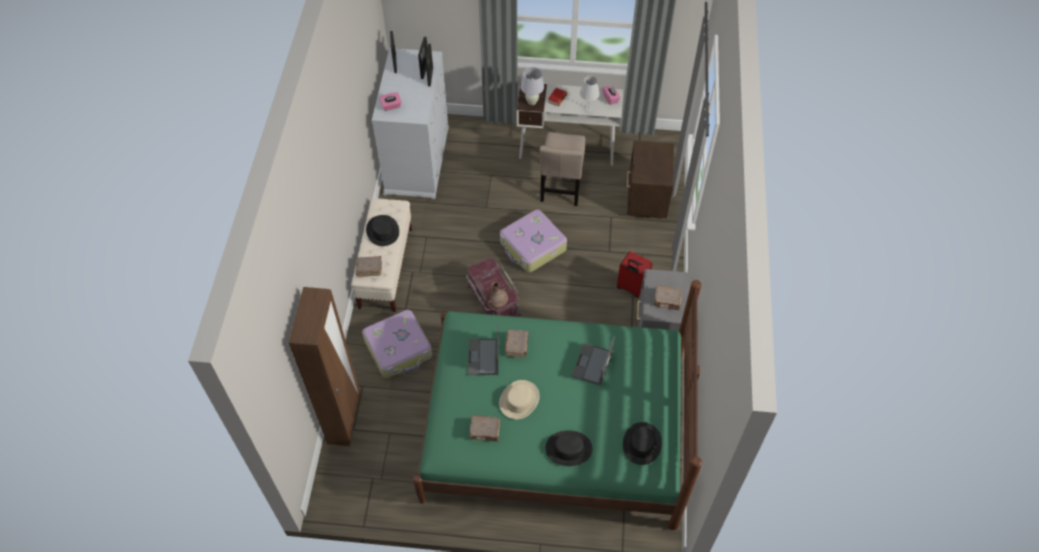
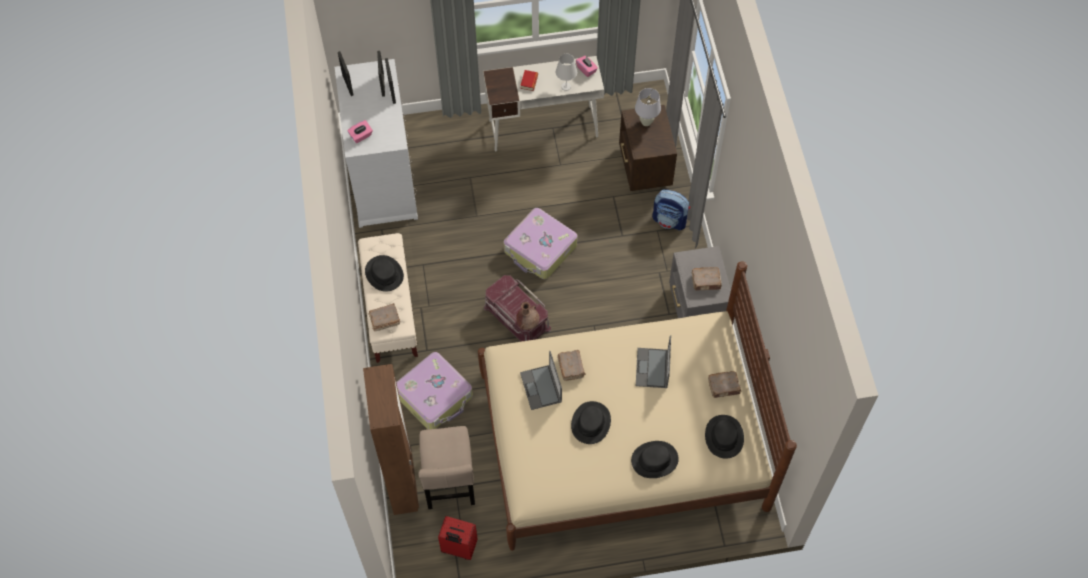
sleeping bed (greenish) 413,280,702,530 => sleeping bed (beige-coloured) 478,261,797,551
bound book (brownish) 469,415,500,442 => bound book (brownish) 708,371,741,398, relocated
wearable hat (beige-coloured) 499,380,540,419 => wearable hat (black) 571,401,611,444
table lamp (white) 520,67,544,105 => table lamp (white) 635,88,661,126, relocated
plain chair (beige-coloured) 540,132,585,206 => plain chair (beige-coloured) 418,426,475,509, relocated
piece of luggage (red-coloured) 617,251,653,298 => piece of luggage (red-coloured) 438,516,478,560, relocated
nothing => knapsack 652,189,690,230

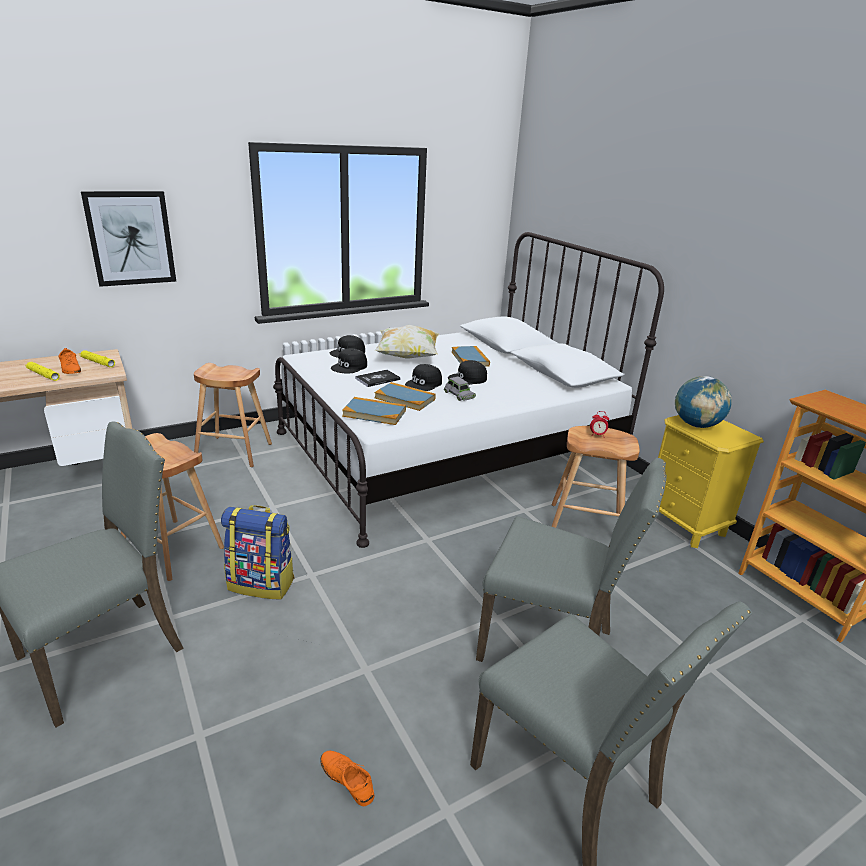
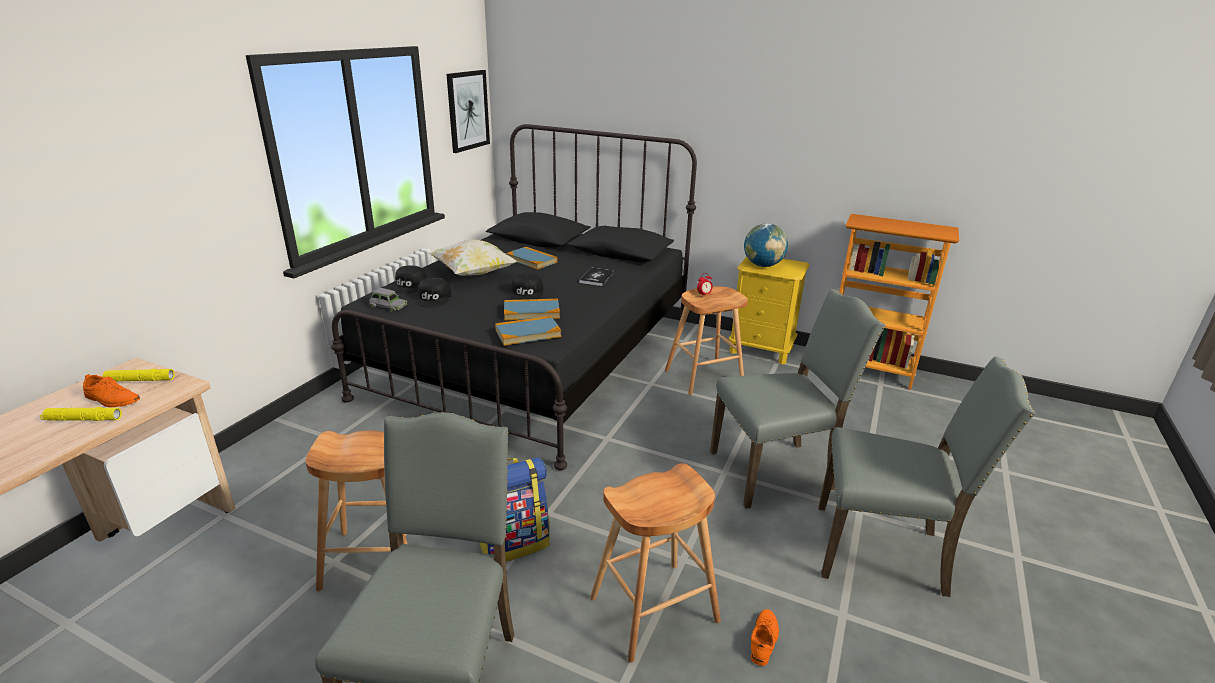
wall art 81,191,176,287 => wall art 446,70,490,153, relocated
stool (brownish) 194,363,272,467 => stool (brownish) 590,463,721,663, relocated
sleeping bed (white) 273,232,664,548 => sleeping bed (black) 331,124,697,470
shoe (orangey) 320,751,374,806 => shoe (orangey) 751,609,779,666, 105 degrees clockwise
bound book 355,370,400,387 => bound book 579,268,614,286, relocated
miniature car (greyish) 444,377,476,401 => miniature car (greyish) 369,288,407,312, relocated
peaked cap (black) 448,360,487,385 => nothing

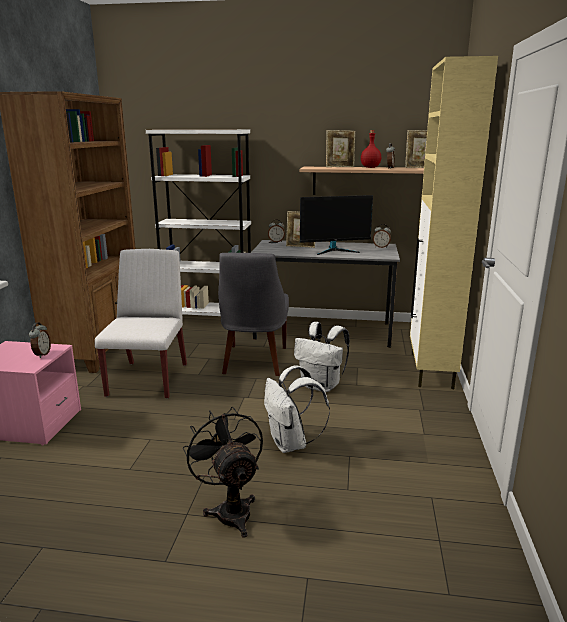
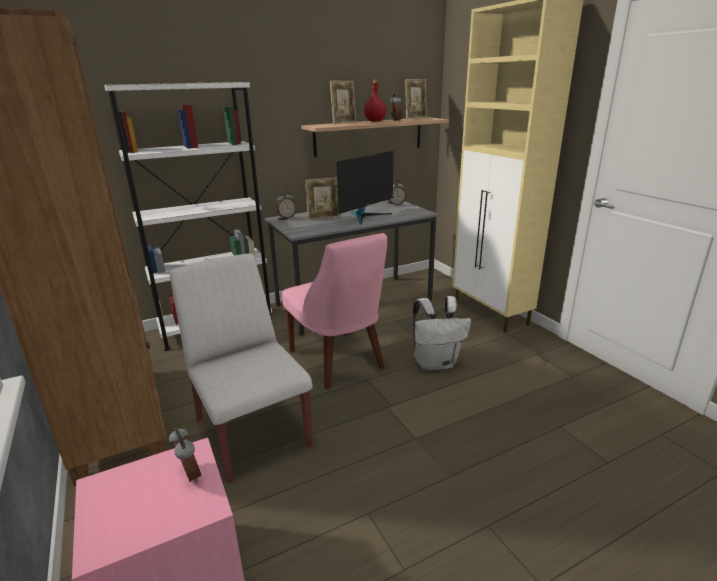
electric fan (black) 183,407,263,538 => nothing
plain chair (greyish) 218,253,289,376 => plain chair (pink-coloured) 282,233,387,389
knapsack (white) 264,365,330,453 => nothing

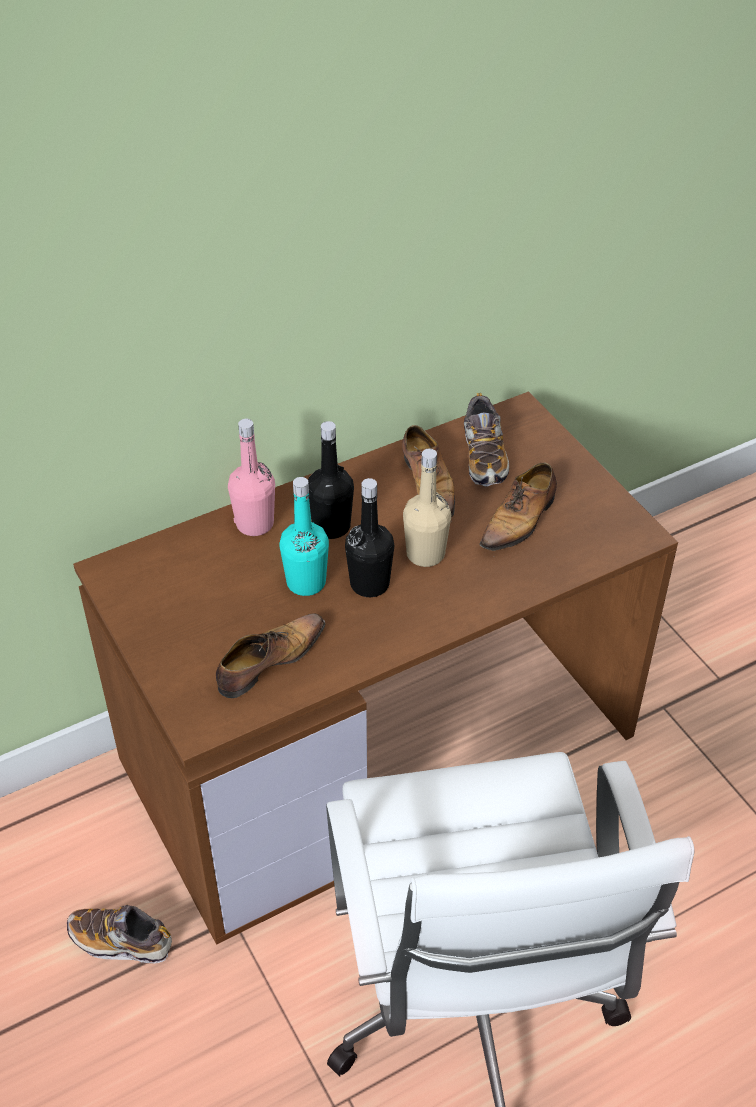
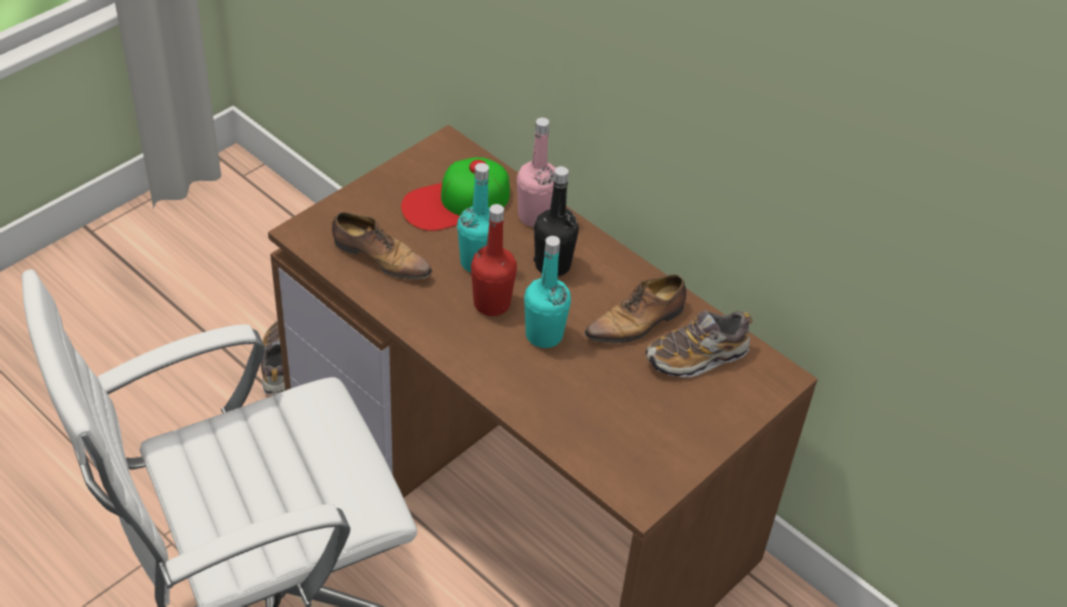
drink bottle (black) 345,478,394,597 => drink bottle (red-coloured) 471,204,517,316
drink bottle (beige-coloured) 403,449,451,567 => drink bottle (turquoise) 524,236,571,348
shoe 480,463,557,551 => nothing
nothing => peaked cap 401,157,510,231

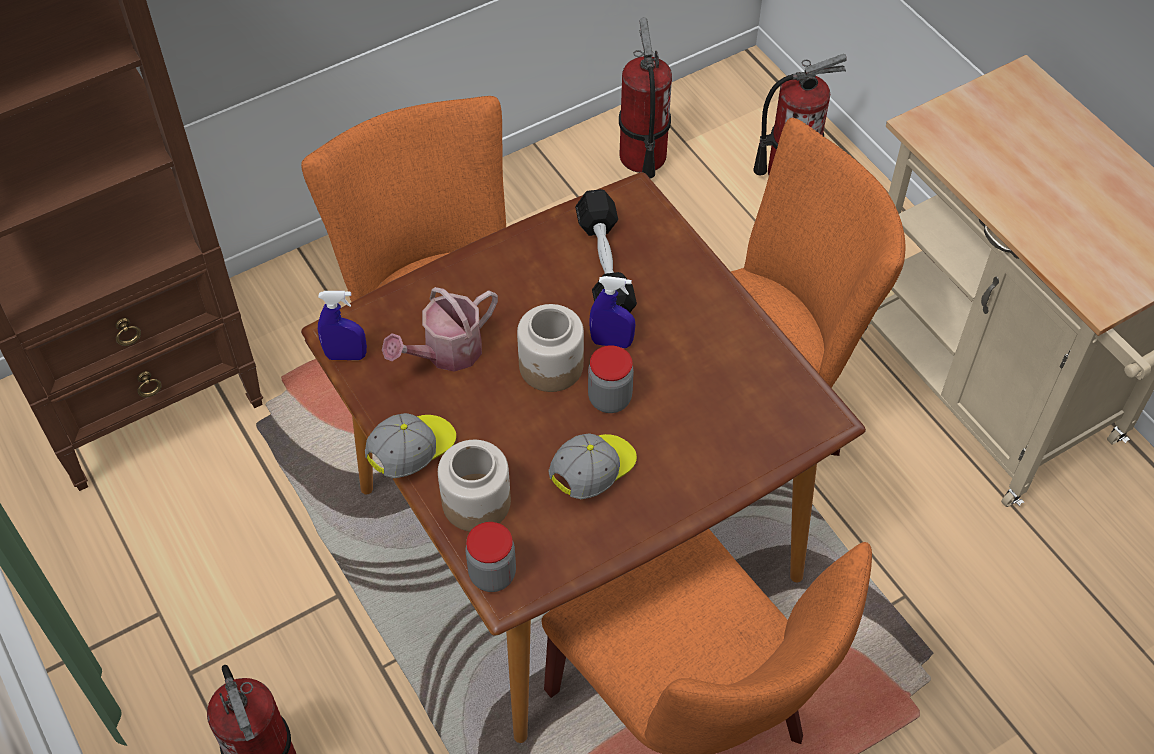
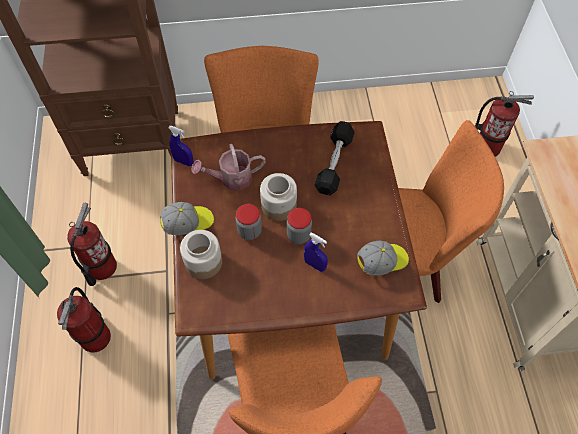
jar 466,522,516,592 => jar 235,204,262,240, relocated
peaked cap 548,433,637,499 => peaked cap 357,241,409,276, relocated
spray bottle (bluish) 589,276,635,348 => spray bottle (bluish) 304,233,328,272, relocated
fire-fighting cylinder 619,17,672,179 => fire-fighting cylinder 67,203,117,286, relocated

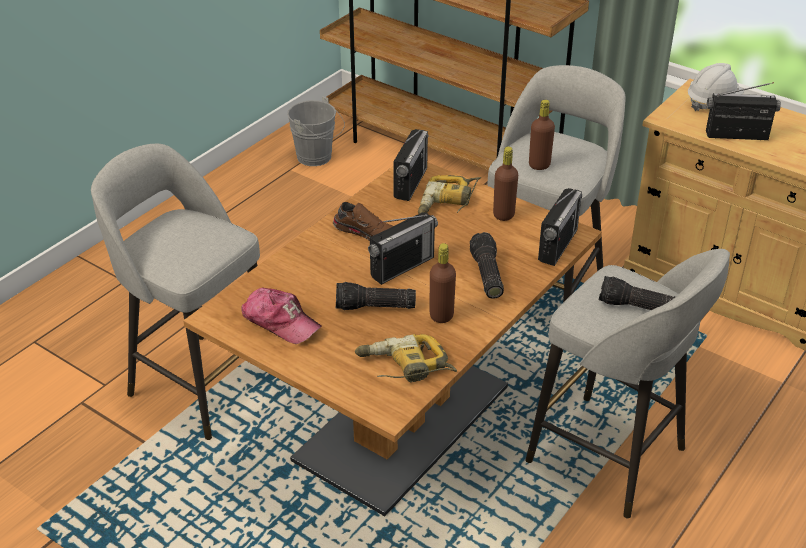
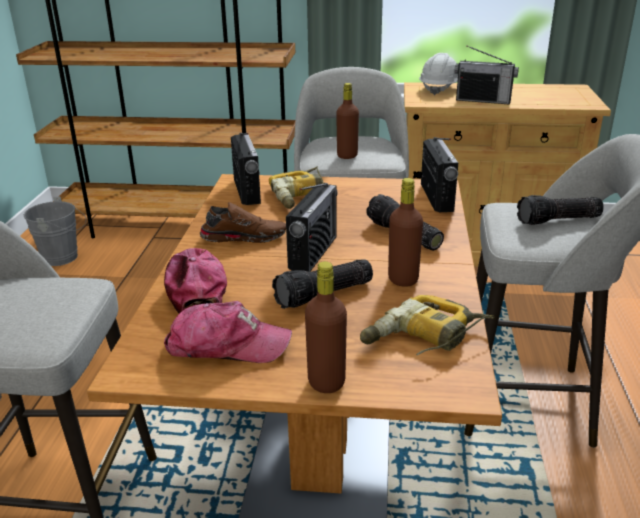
drink bottle (brownish) 493,146,518,221 => drink bottle (brownish) 305,261,347,393, relocated
radio set 706,82,781,140 => radio set 454,46,519,104, 135 degrees counterclockwise
nothing => peaked cap 164,248,227,313

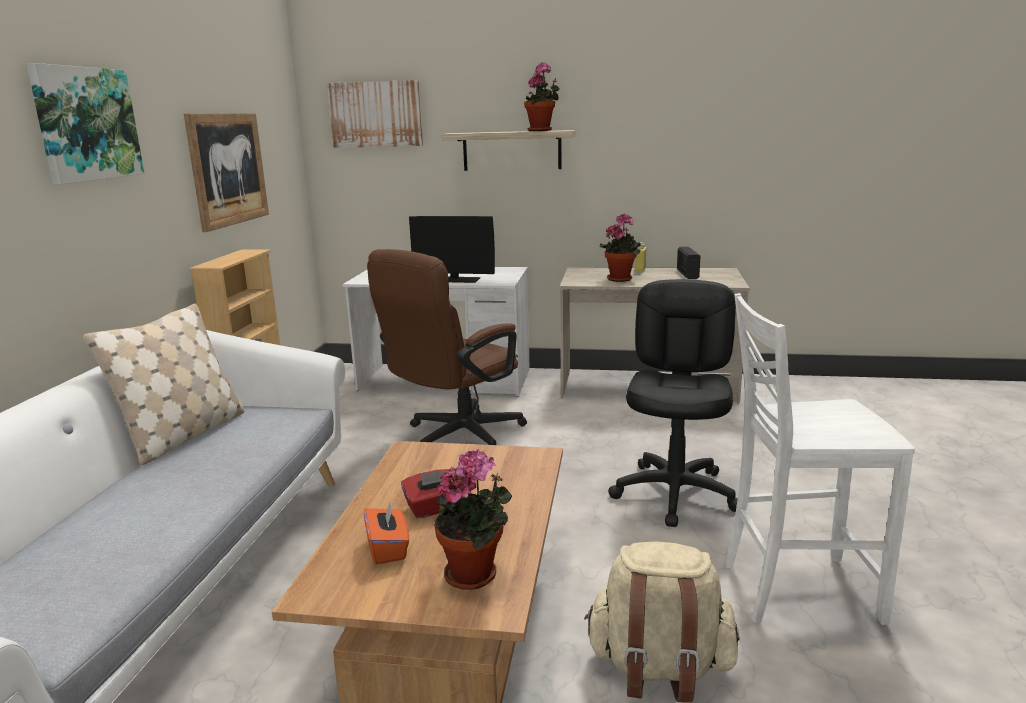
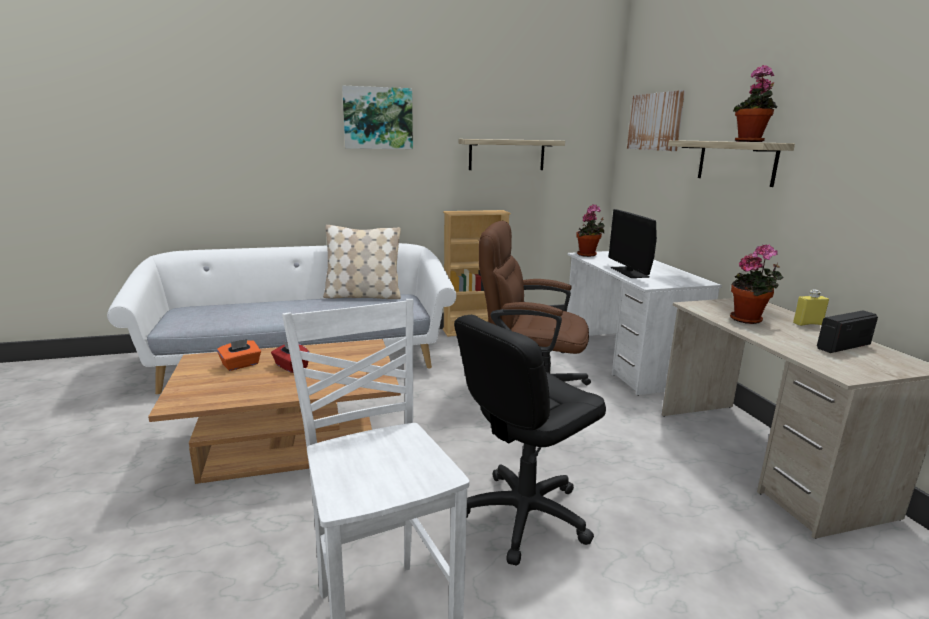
wall art 184,113,269,232 => shelf 458,139,565,170
houseplant 434,449,512,589 => houseplant 576,204,605,257, relocated
knapsack (beige-coloured) 584,541,739,703 => nothing
office chair (black) 608,279,738,527 => office chair (black) 454,315,606,566, 150 degrees clockwise

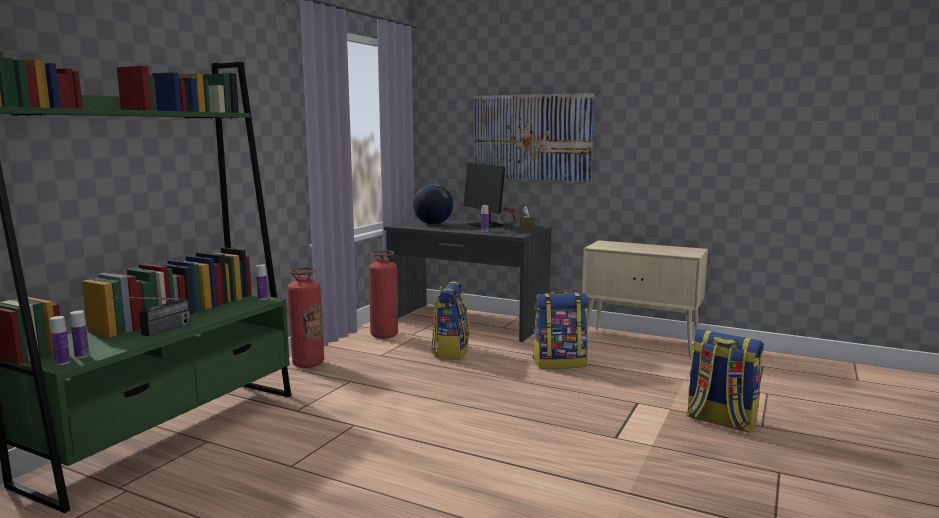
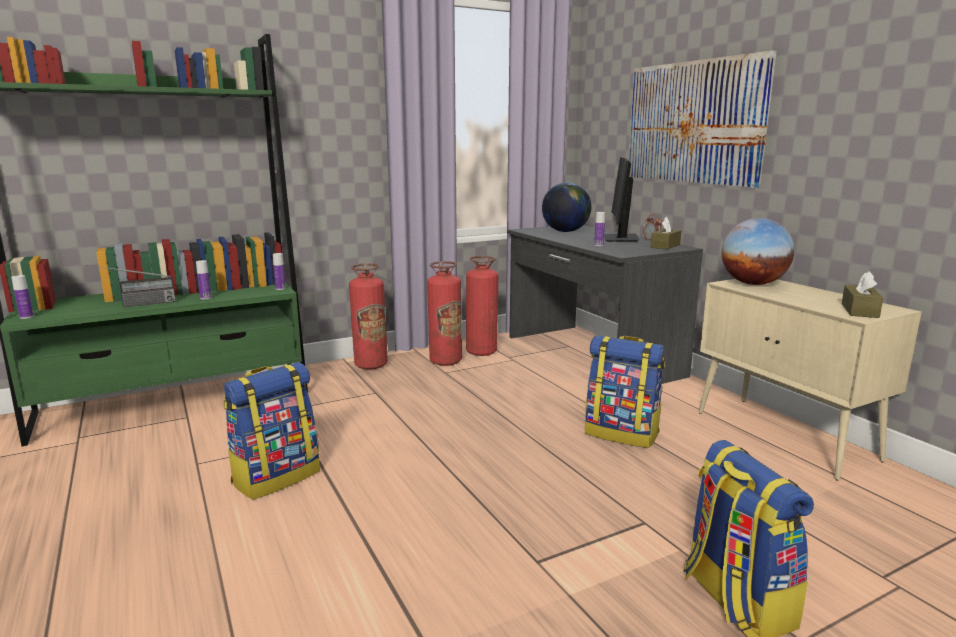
drink bottle 70,310,89,358 => drink bottle 196,260,211,299, relocated
knapsack 431,281,470,360 => knapsack 223,362,320,500, relocated
nothing => fire-fighting cylinder 427,261,462,366
nothing => globe 722,218,795,285
nothing => box of tissues (brownish) 842,271,883,318

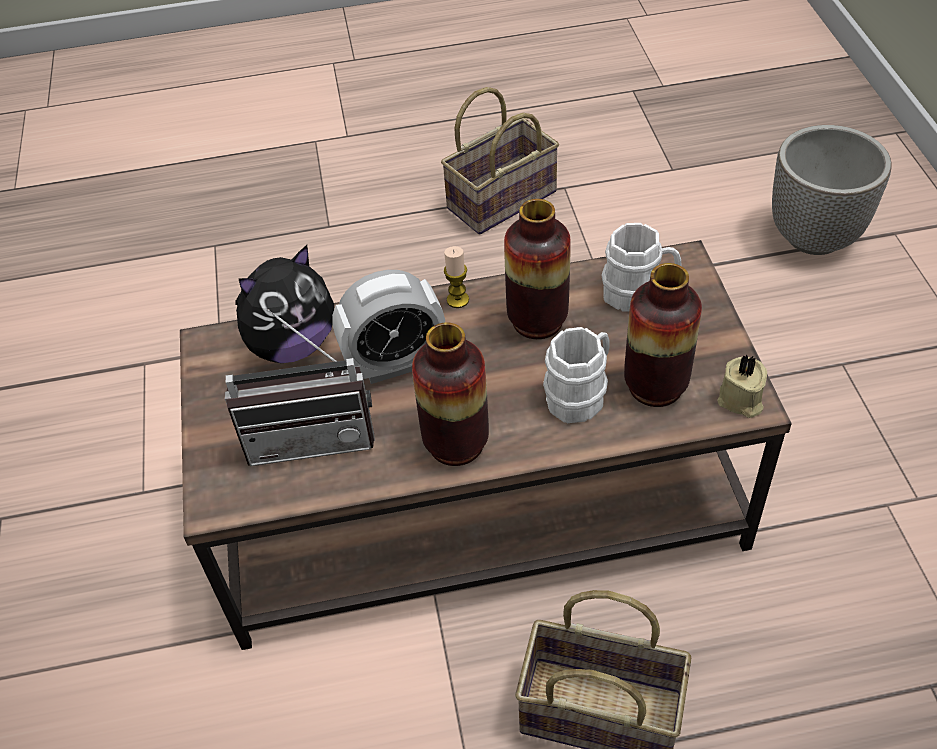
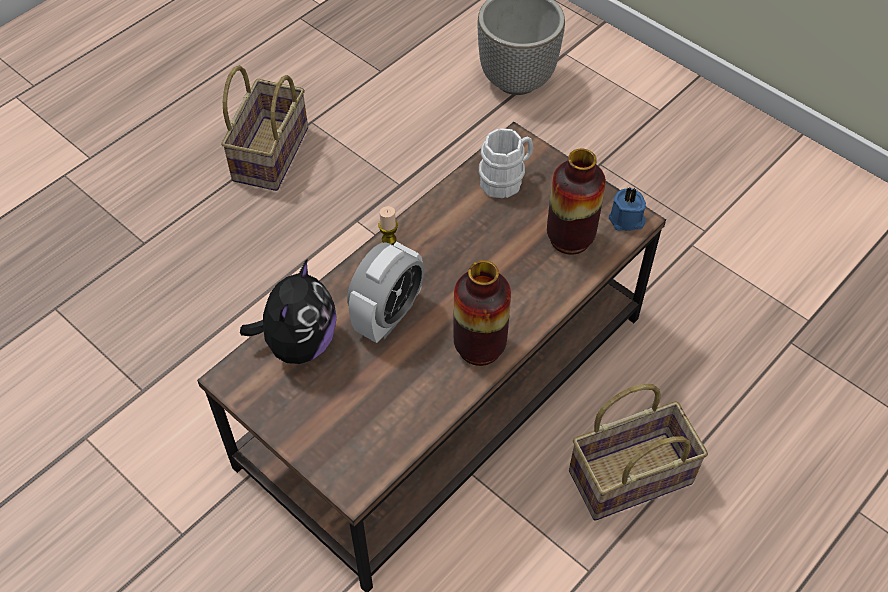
radio set 225,309,375,466 => nothing
flower vase 504,199,571,339 => nothing
coffee mug (white) 543,327,610,423 => nothing
wax light (beige-coloured) 717,354,767,418 => wax light (bluish) 609,188,646,231

